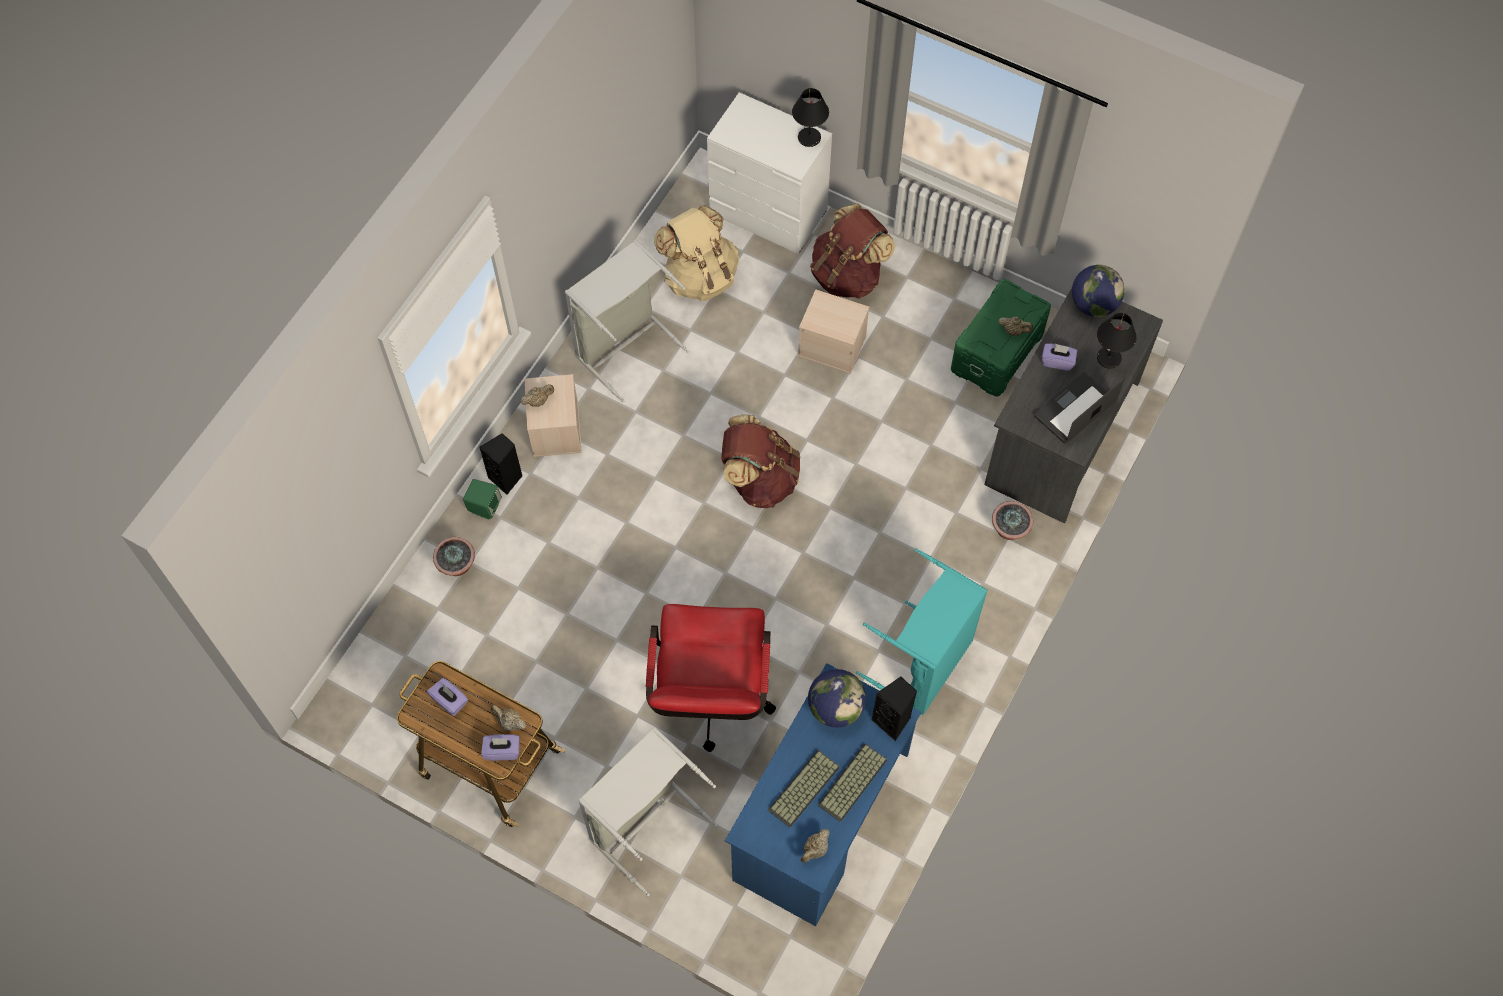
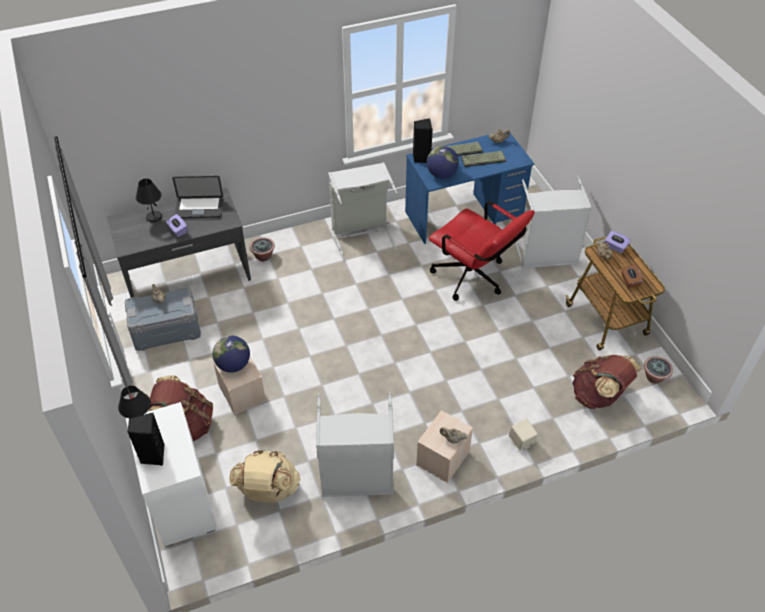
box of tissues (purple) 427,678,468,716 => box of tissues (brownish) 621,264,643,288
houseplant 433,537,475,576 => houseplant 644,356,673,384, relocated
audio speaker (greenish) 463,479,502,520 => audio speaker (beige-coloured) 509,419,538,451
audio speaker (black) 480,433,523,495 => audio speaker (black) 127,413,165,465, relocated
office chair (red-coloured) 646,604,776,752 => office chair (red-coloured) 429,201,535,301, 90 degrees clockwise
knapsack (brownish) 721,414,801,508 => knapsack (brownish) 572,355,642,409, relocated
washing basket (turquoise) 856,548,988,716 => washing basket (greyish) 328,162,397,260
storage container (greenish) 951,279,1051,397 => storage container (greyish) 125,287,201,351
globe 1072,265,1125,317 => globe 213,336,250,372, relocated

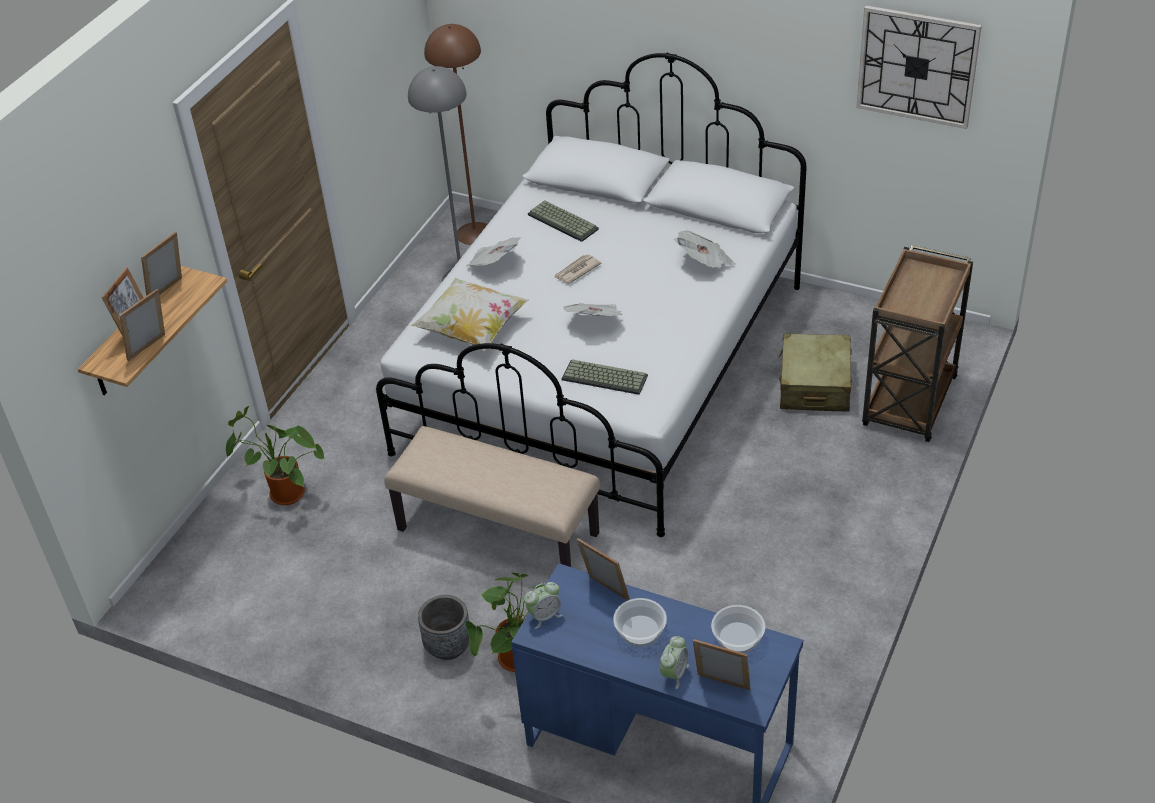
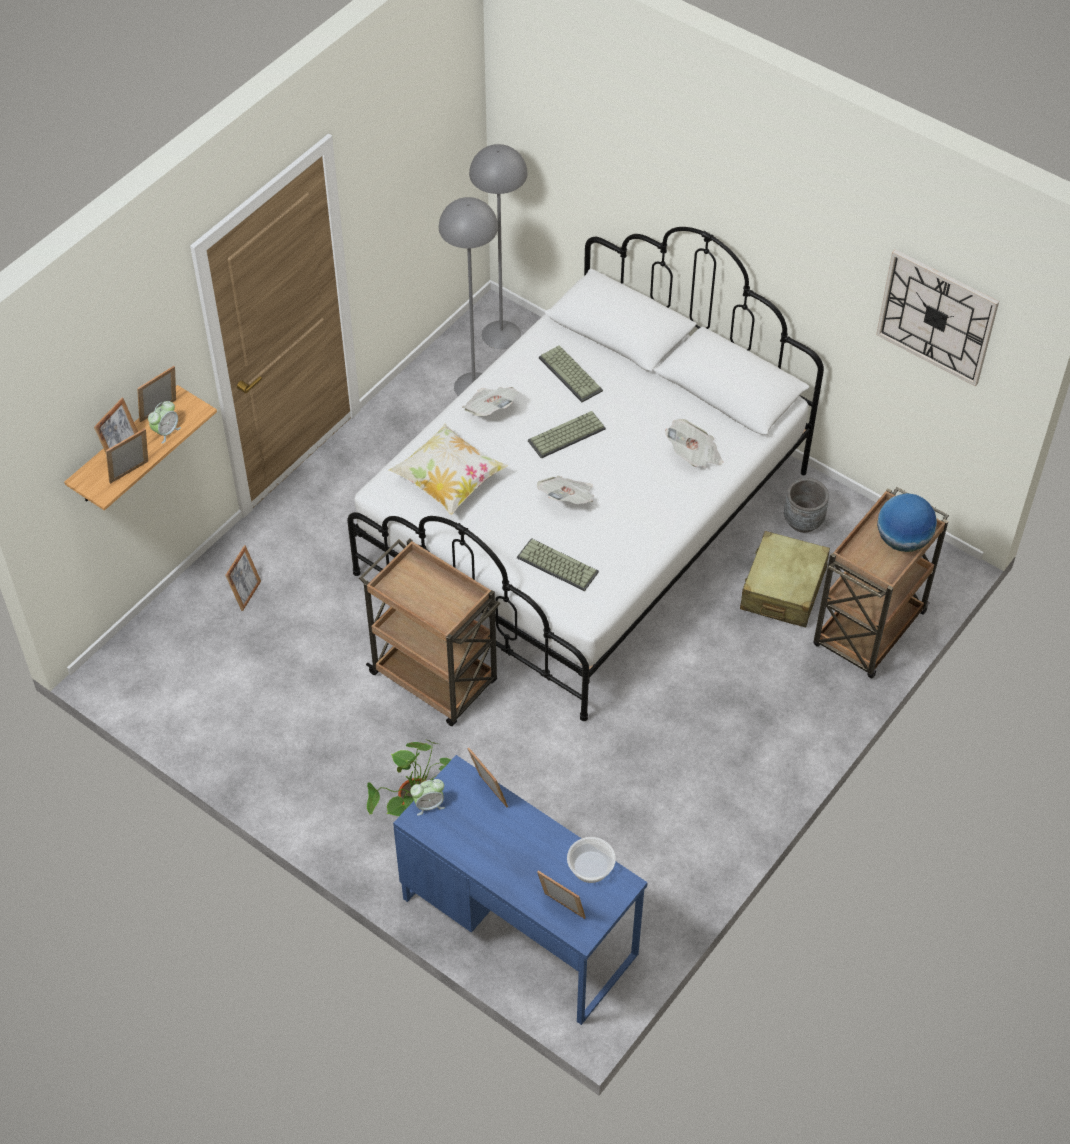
houseplant 226,406,325,505 => photo frame 225,545,261,611
long seat (beige-coloured) 384,426,600,567 => trolley (brownish) 359,538,500,726
plant pot (greyish) 418,595,469,660 => plant pot (greyish) 784,478,829,533, relocated
standard lamp (brownish) 424,24,488,245 => standard lamp (greyish) 469,144,527,349
daily paper 554,254,601,284 => PC keyboard 528,411,606,459
deep dish 613,598,667,647 => nothing
bedside clock 660,636,689,689 => bedside clock 148,401,181,444, relocated
nothing => globe 877,493,937,552

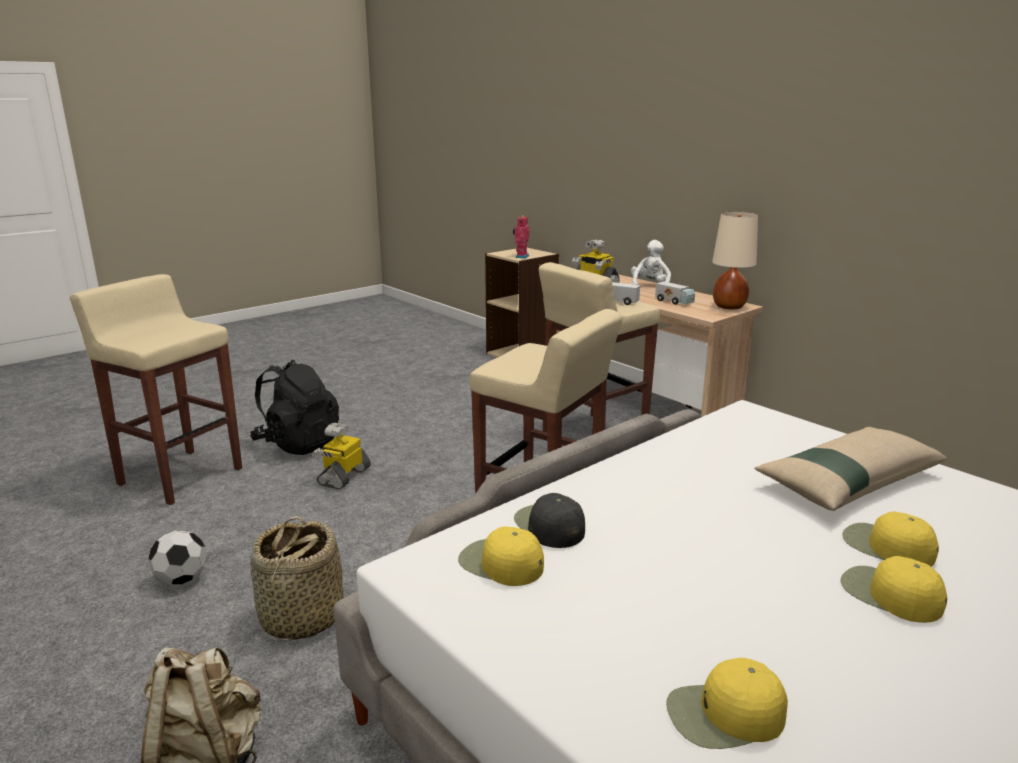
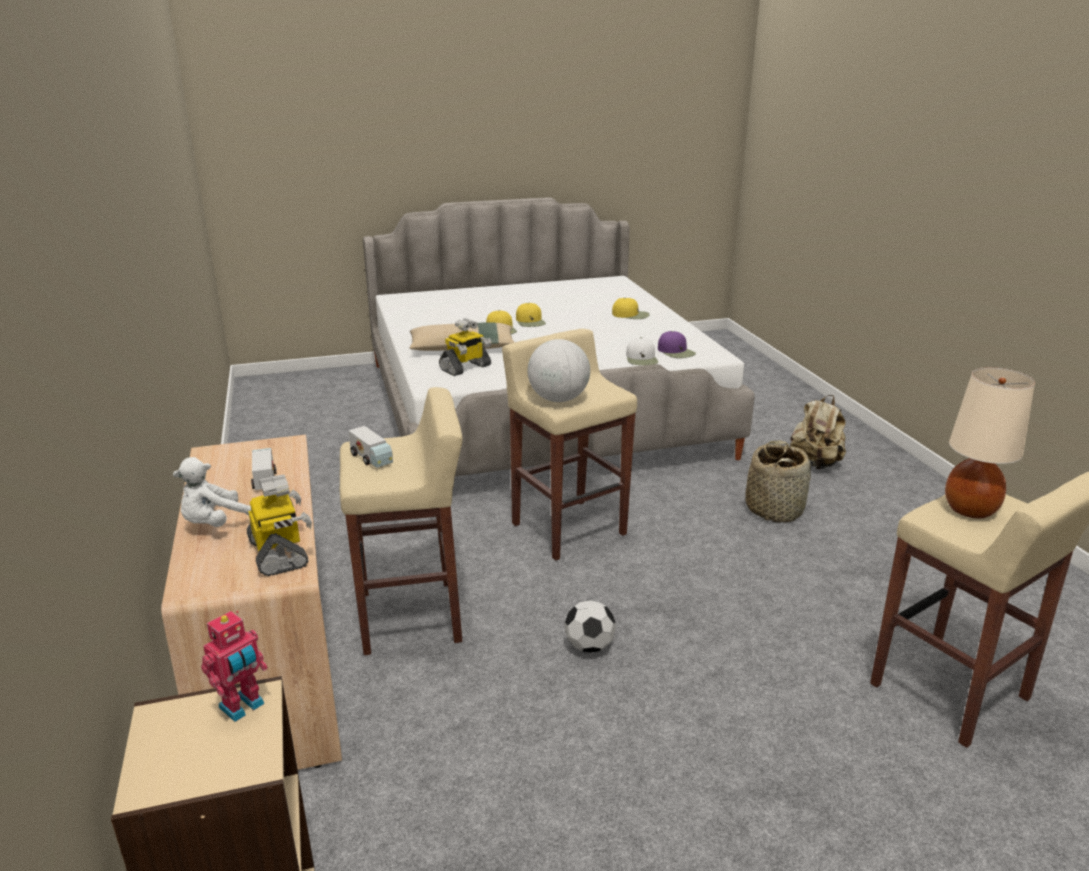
football ball 148,530,207,584 => football ball 565,600,616,653, relocated
knapsack (black) 250,360,339,455 => nothing
model robot 311,423,371,489 => model robot 439,318,492,376, relocated
peaked cap (yellow) 458,526,544,586 => peaked cap (purple) 658,331,696,358
peaked cap (black) 514,493,585,548 => peaked cap (white) 626,337,658,365
table lamp (beige-coloured) 712,212,758,309 => table lamp (beige-coloured) 945,367,1035,518, relocated
nothing => globe 527,339,590,402

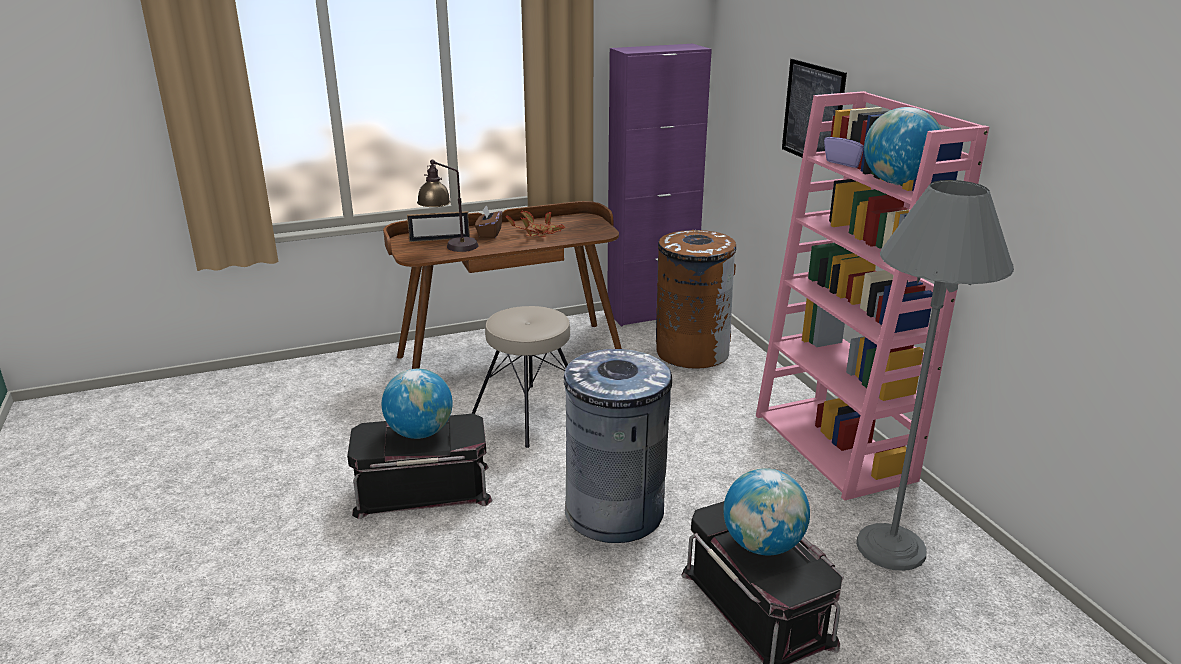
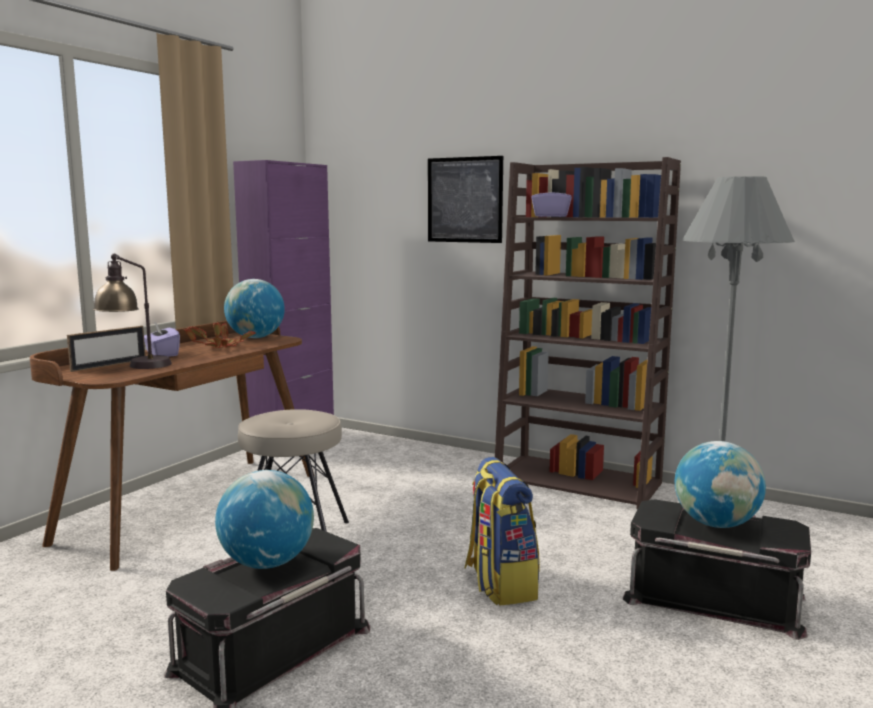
box of tissues (brownish) 475,205,503,238 => box of tissues (purple) 144,322,180,357
waste bin (greyish) 564,349,672,543 => knapsack 464,457,540,605
waste bin (brownish) 656,230,736,368 => nothing
shelving unit (pink-coloured) 756,91,989,501 => shelving unit (brownish) 495,157,681,509
globe 864,107,941,185 => globe 224,279,285,338, relocated

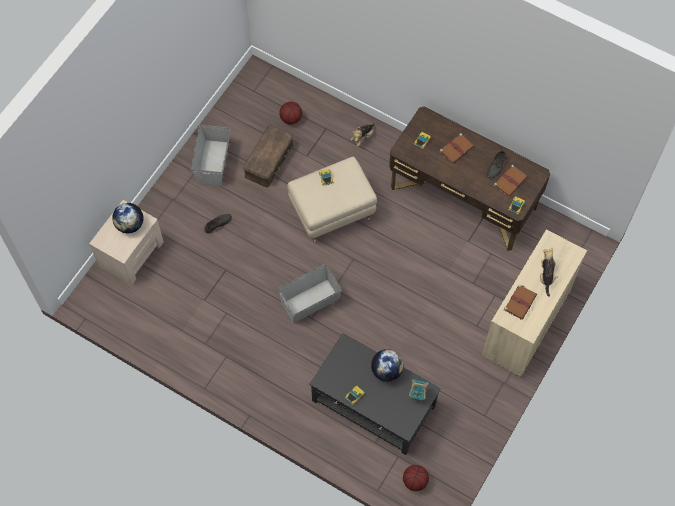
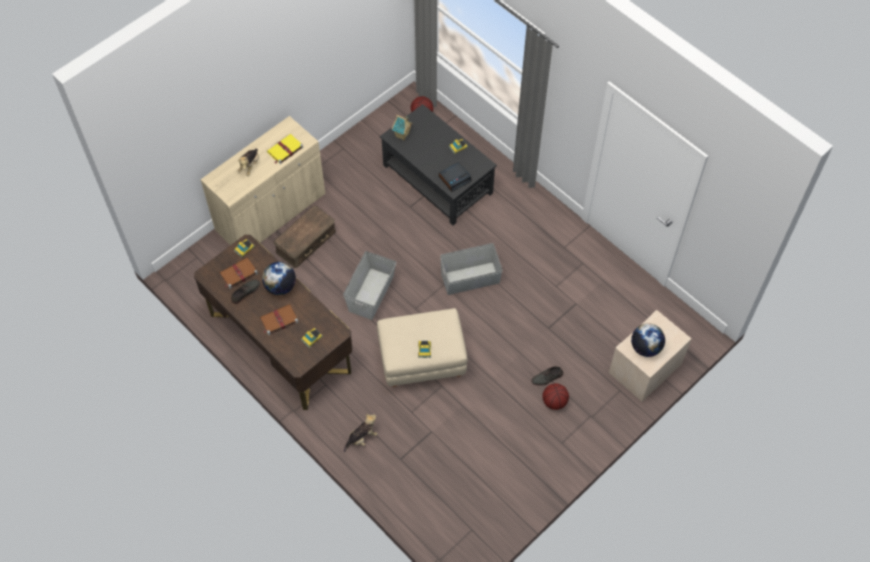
storage container (greyish) 191,125,230,186 => storage container (greyish) 343,251,396,320, relocated
storage container (brownish) 243,125,293,188 => storage container (brownish) 273,206,336,268, relocated
basketball ball 279,102,302,125 => basketball ball 542,383,569,410, relocated
globe 371,349,404,382 => globe 262,262,296,295, relocated
bound book (brownish) 504,284,537,320 => bound book (yellow) 267,134,303,164
nothing => bedside clock 439,162,472,192

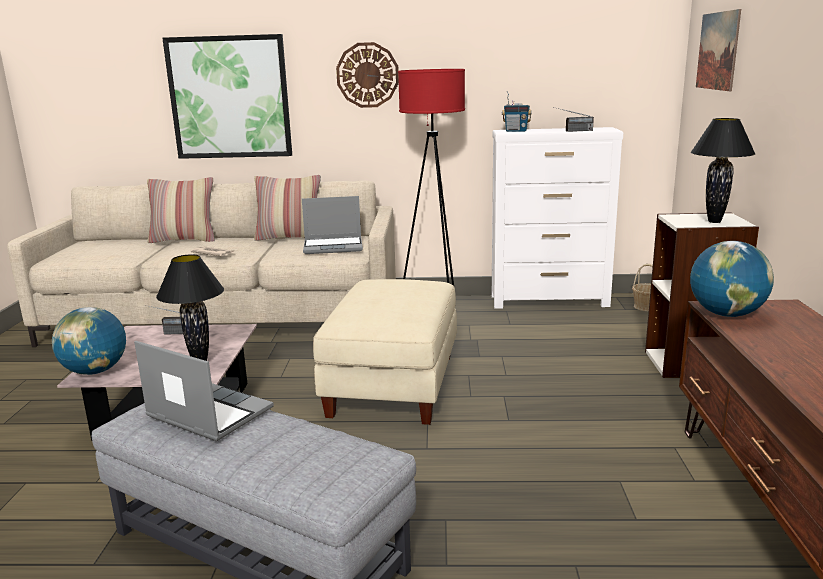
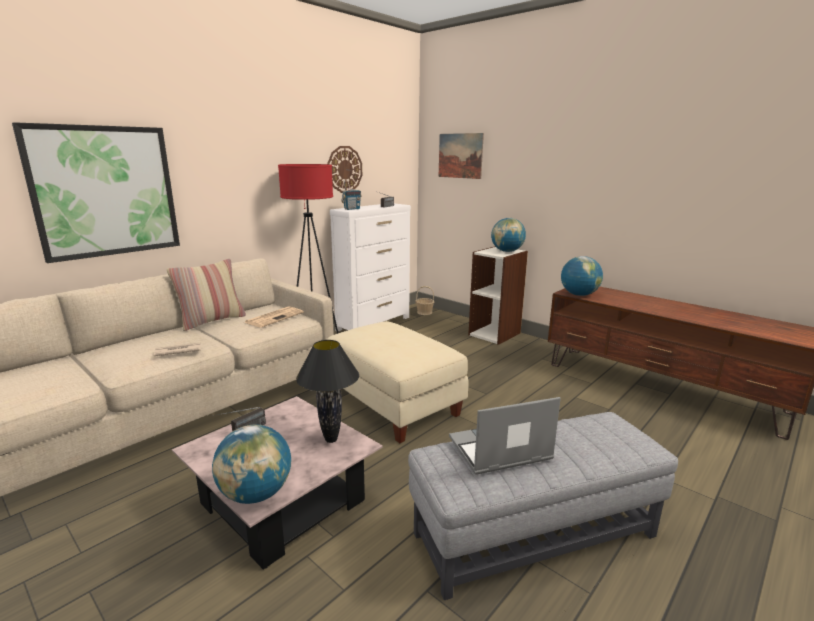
pillow 147,177,215,243 => nothing
laptop 302,196,363,254 => daily paper 244,306,303,328
clock on the wall 336,42,399,108 => clock on the wall 327,146,362,193, relocated
table lamp (black) 691,118,756,223 => globe 491,218,526,252

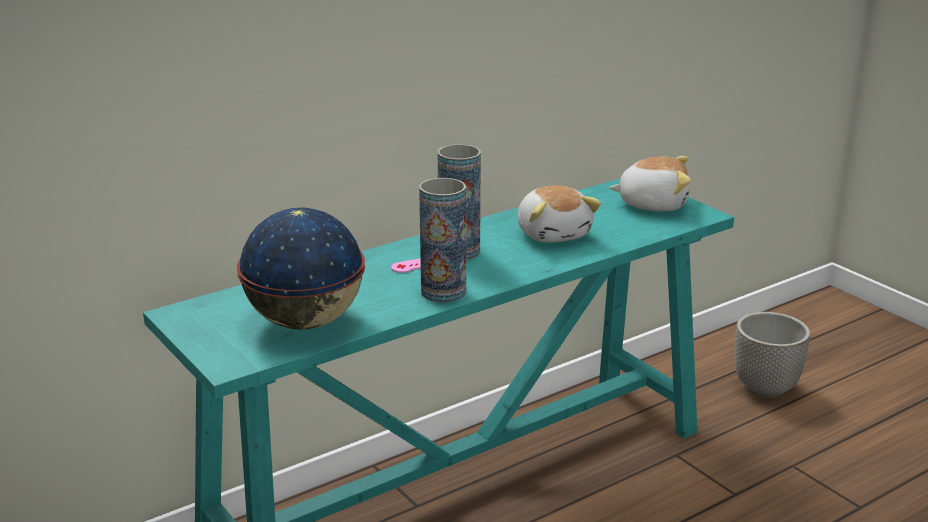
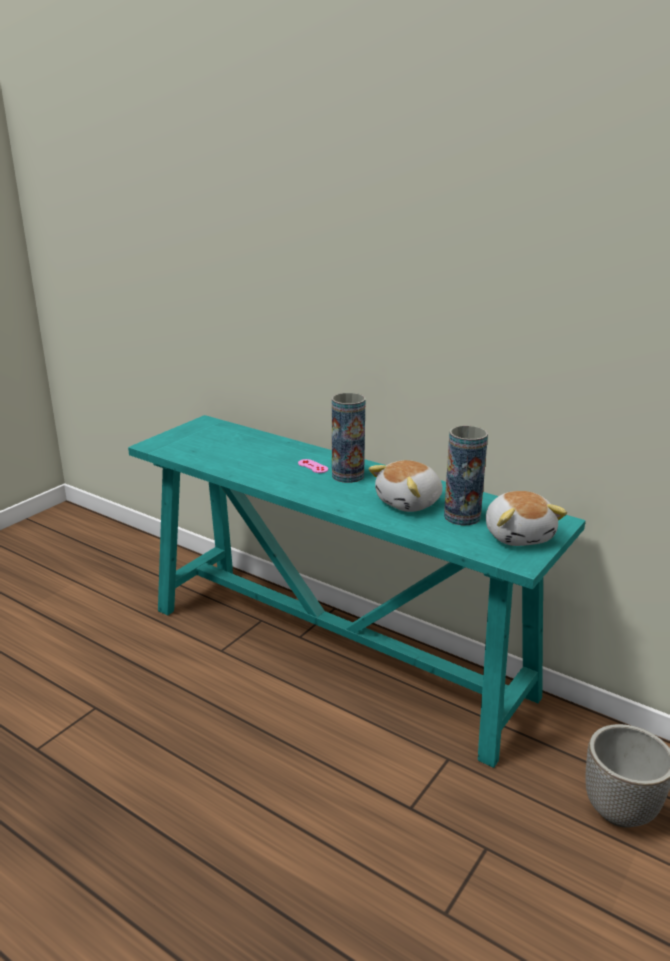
globe 237,207,365,329 => nothing
flower vase 419,178,466,302 => flower vase 444,425,488,525, relocated

